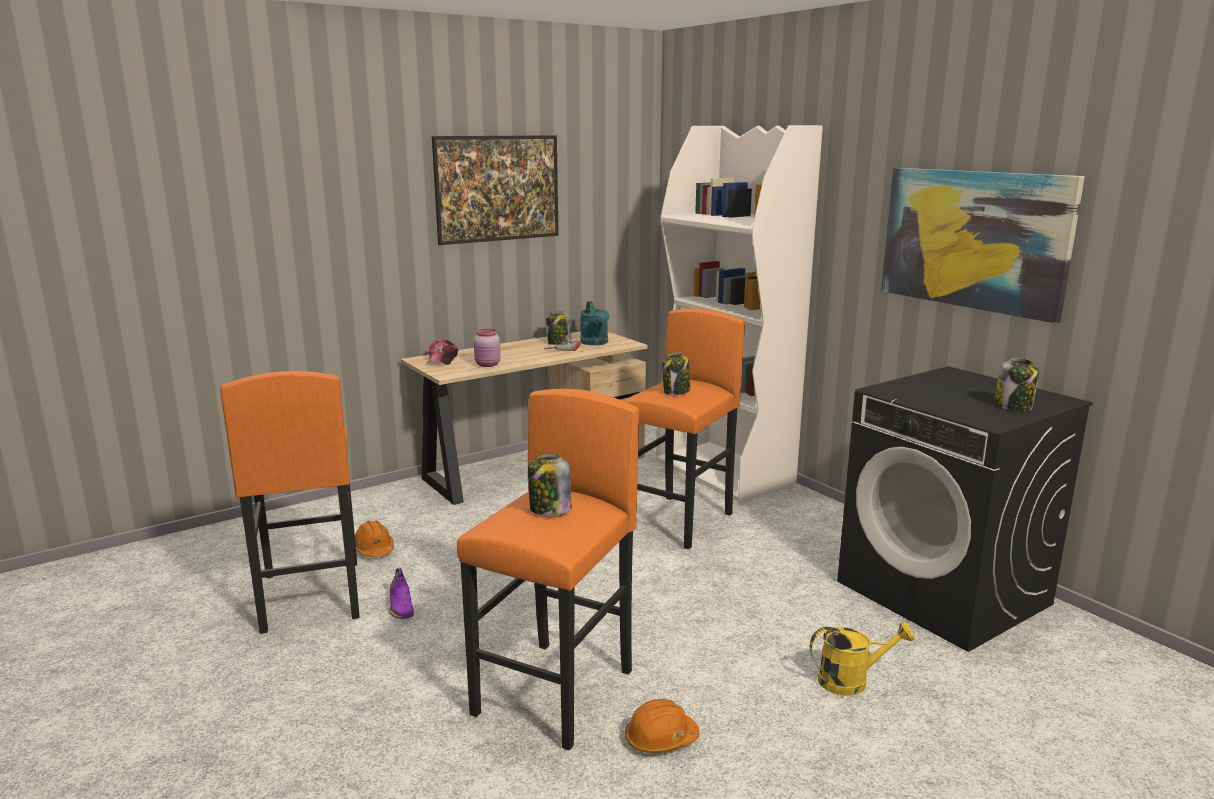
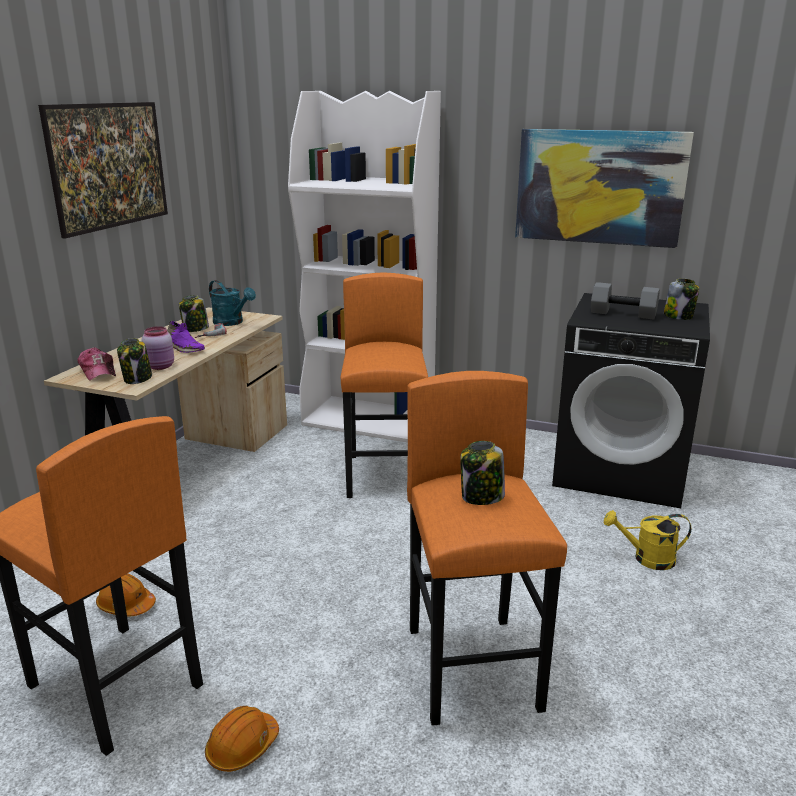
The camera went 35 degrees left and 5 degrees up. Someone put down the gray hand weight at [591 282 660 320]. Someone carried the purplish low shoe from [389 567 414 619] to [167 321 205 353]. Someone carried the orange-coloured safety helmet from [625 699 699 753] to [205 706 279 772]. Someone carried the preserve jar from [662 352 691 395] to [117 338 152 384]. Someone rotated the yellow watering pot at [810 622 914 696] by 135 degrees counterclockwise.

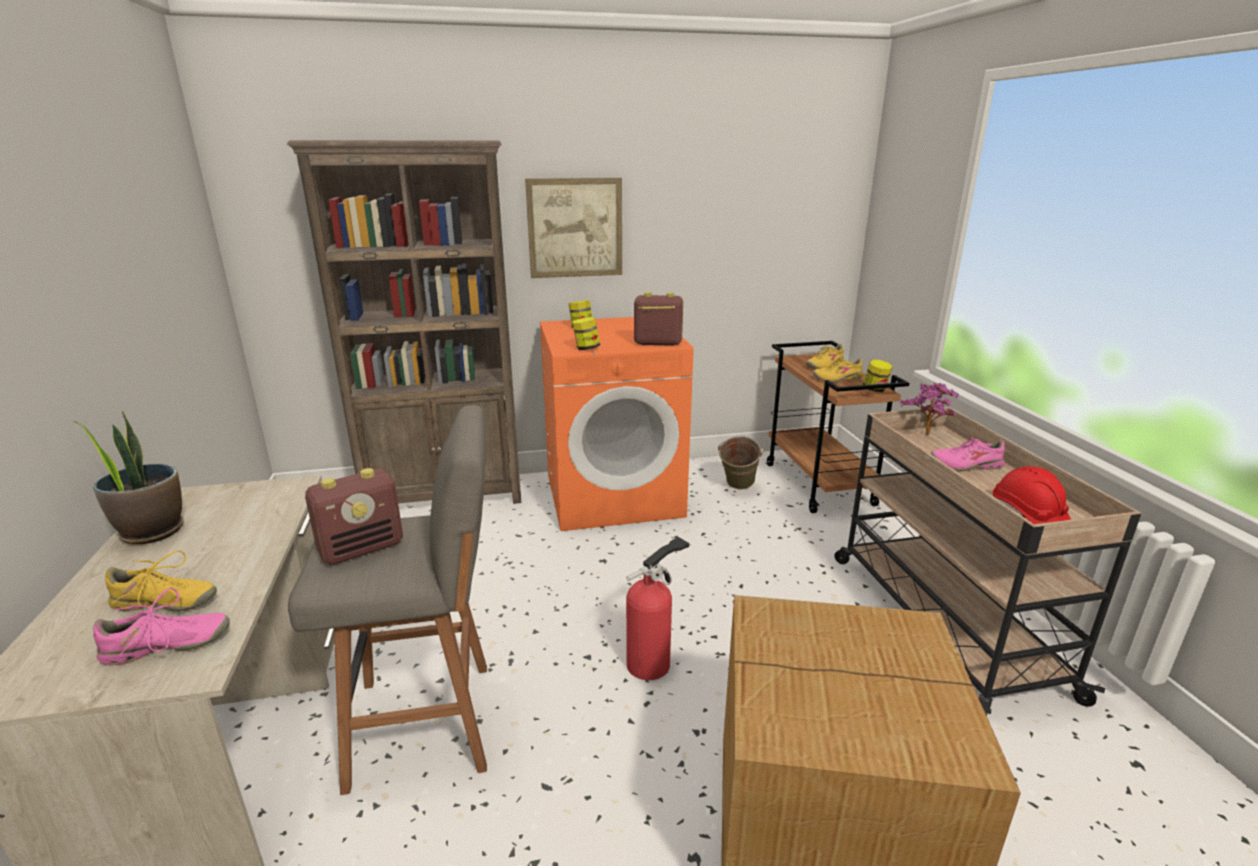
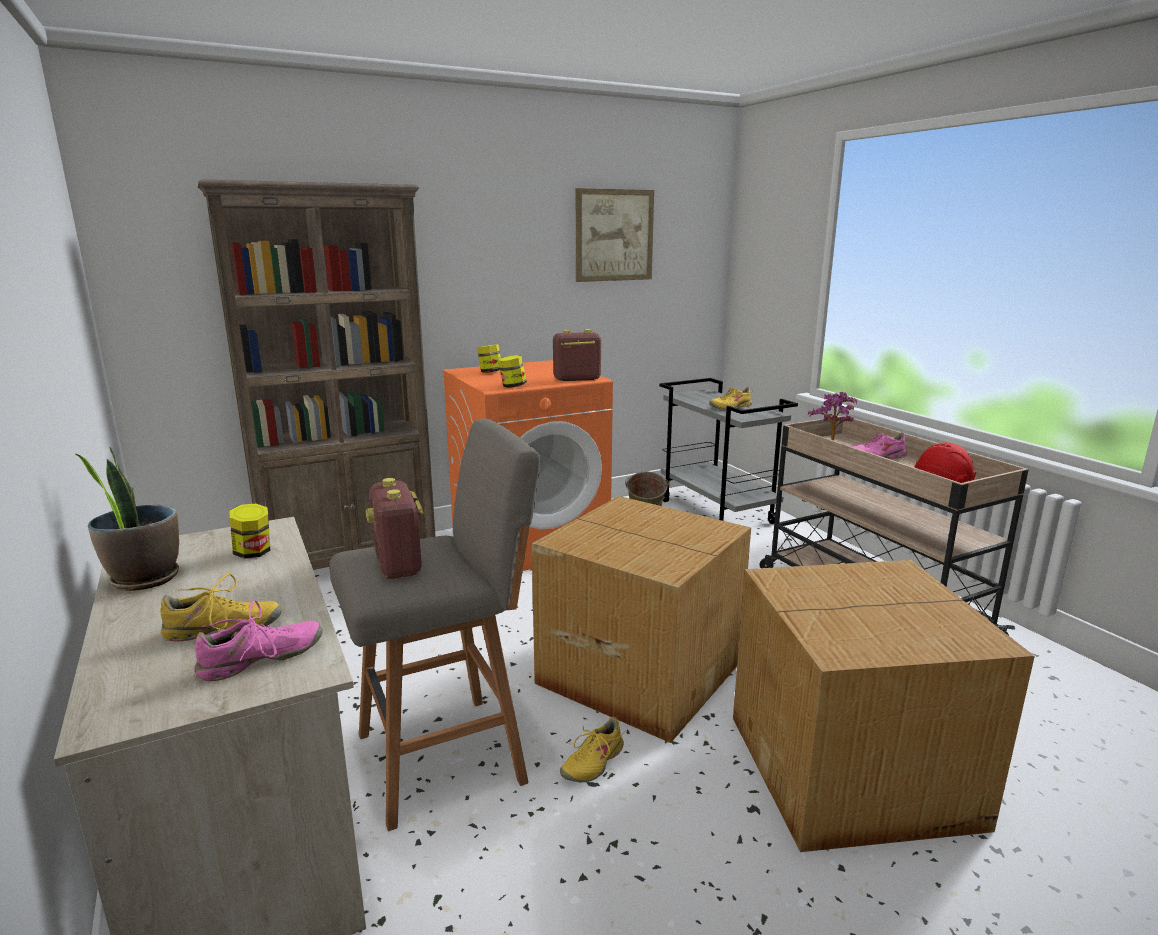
The camera went 15 degrees left and 5 degrees down. Someone carried the wall picture from [525 178 622 278] to [576 188 654 282]. Someone carried the yellow low shoe from [806 344 847 369] to [560 717 626 783]. Someone carried the preserve jar from [863 360 893 392] to [229 504 270 559]. Someone swapped the extinguisher at [626 537 689 680] for the carton at [532 496 751 743]. Someone repainted the brown cart at [767 341 909 513], which became the gray cart at [659 378 798 524]. Someone rotated the radio set at [305 468 403 565] by 120 degrees clockwise.

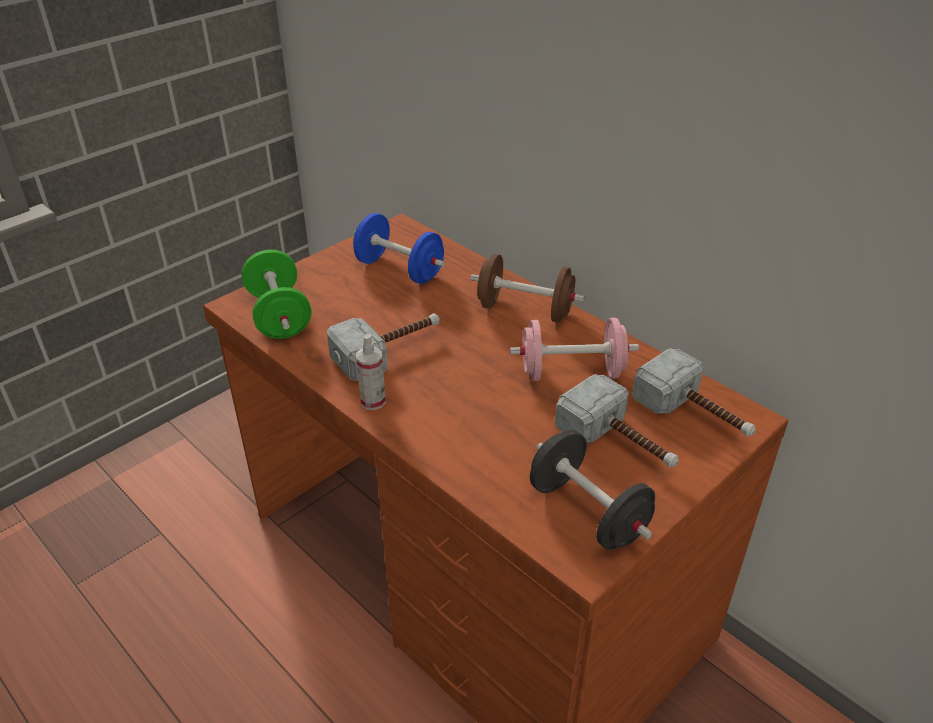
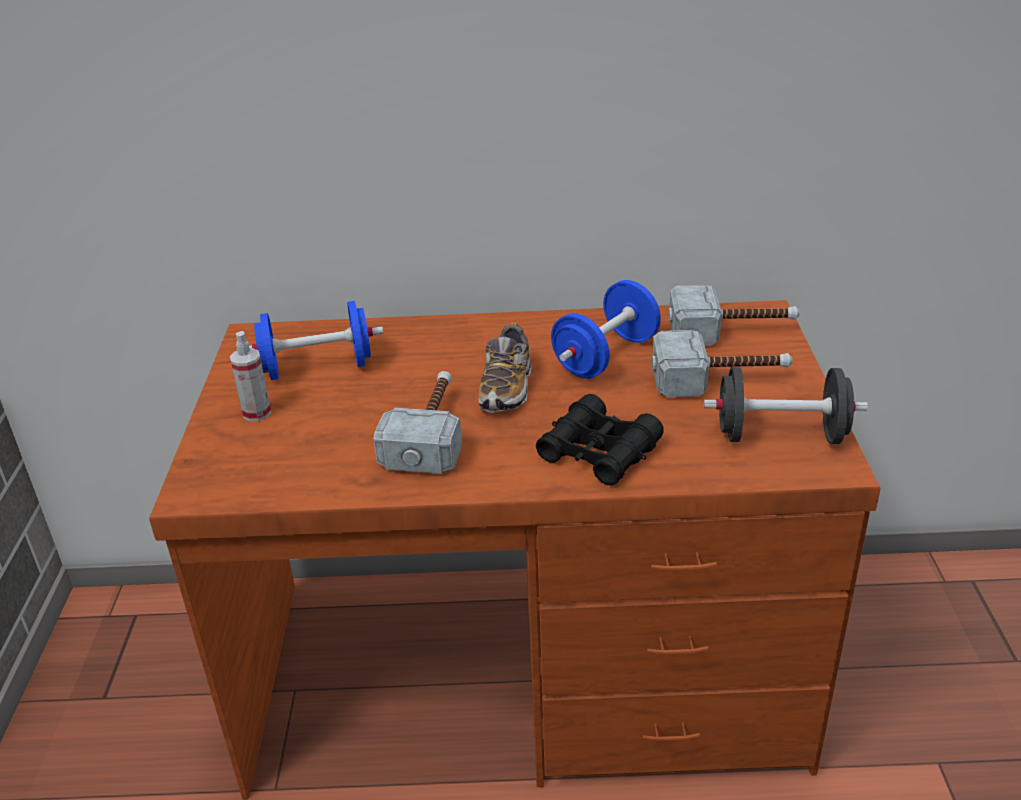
The camera went 45 degrees left and 5 degrees down. Someone took away the greenish hand weight at [242 249 311 339]. Someone took away the brown hand weight at [470 254 585 323]. Someone put down the low shoe at [478 323 532 413]. Someone put down the blackish field glasses at [536 394 664 486]. Someone carried the sprayer from [356 334 386 410] to [230 331 272 421]. Someone repainted the pink-coloured hand weight at [510 318 639 381], which became the blue-coloured hand weight at [551 280 661 379].

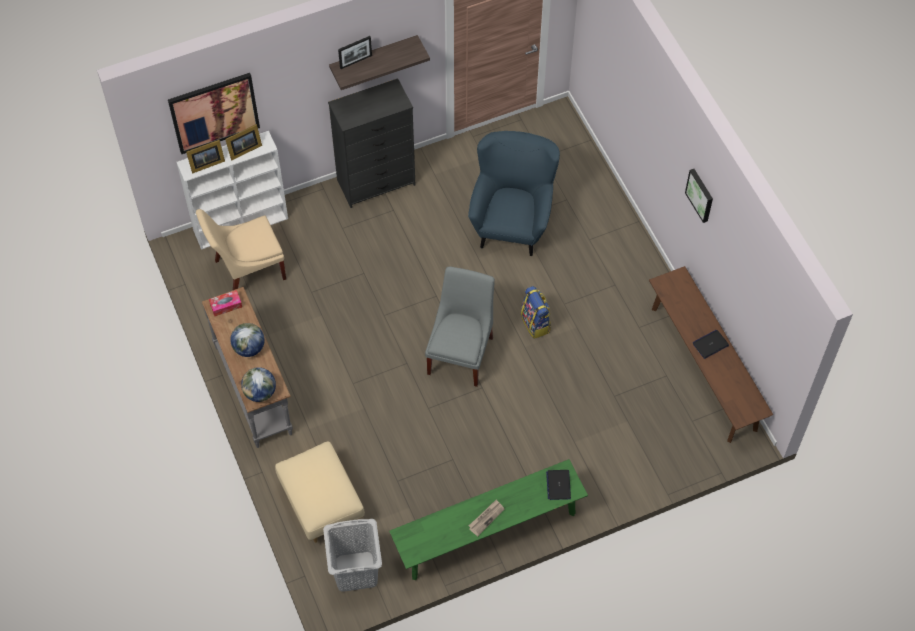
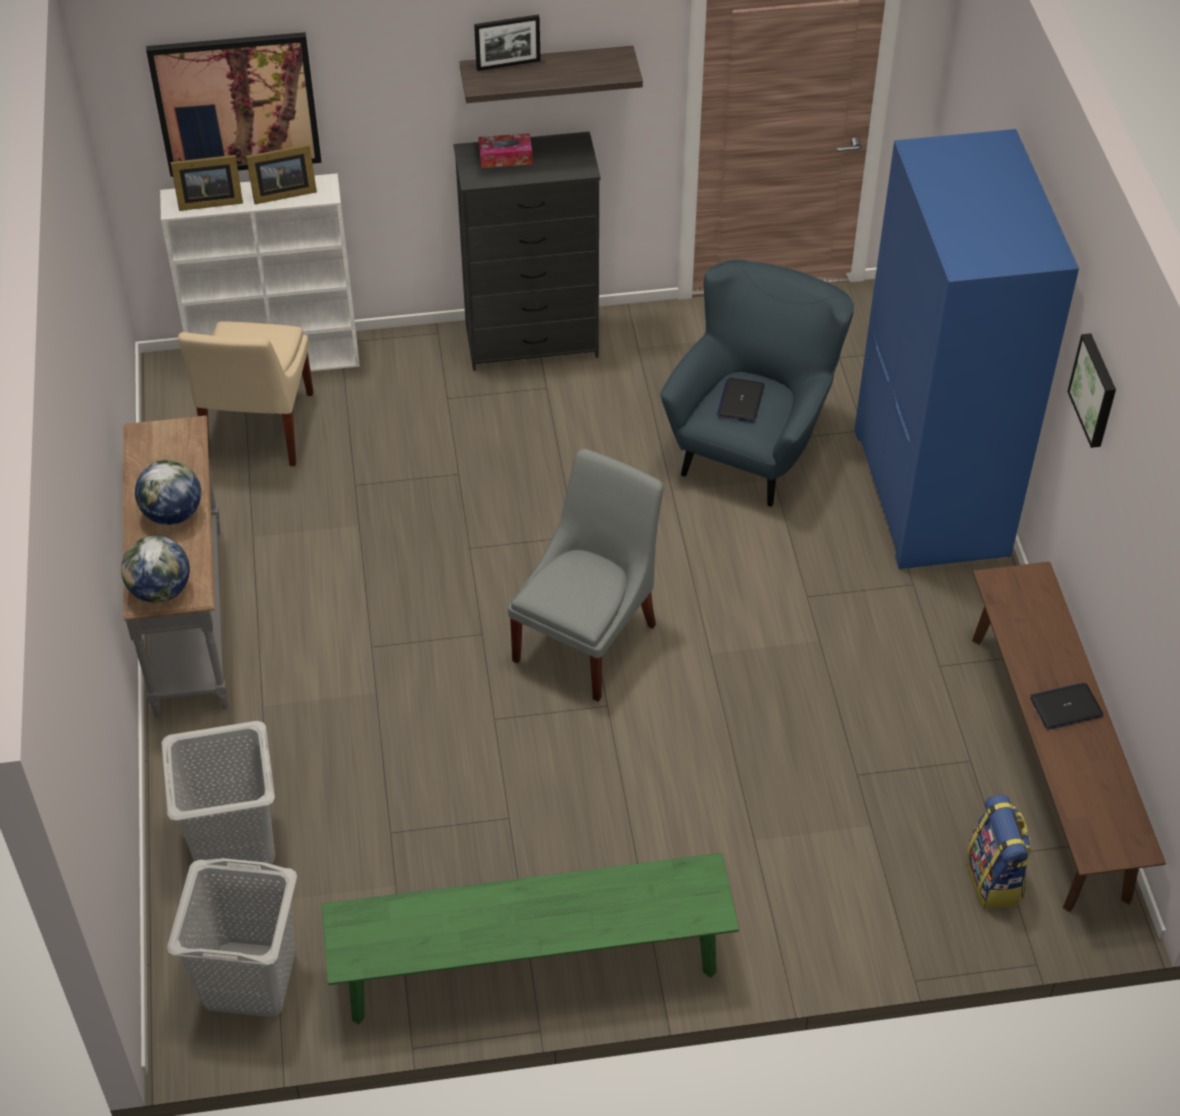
The camera went 15 degrees right and 10 degrees down. Someone took away the daily paper at [469 500 505 536]. Someone put down the blue-coloured armoire at [854 129 1079 569]. Someone carried the tissue holder from [209 290 242 316] to [478 133 533 168]. Someone carried the backpack from [521 286 551 339] to [966 795 1031 909]. Someone carried the notebook computer from [546 470 571 500] to [717 378 765 422]. Someone swapped the beige-coloured pouffe at [275 441 365 543] for the gray washing basket at [161 721 275 864]. Someone rotated the beige-coloured plain chair at [196 209 286 290] by 75 degrees counterclockwise.

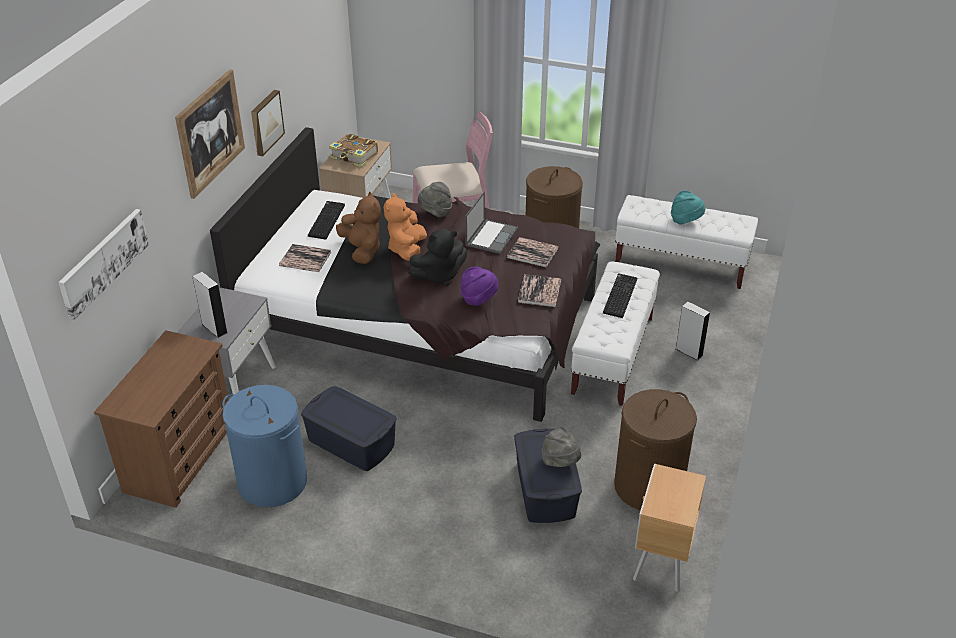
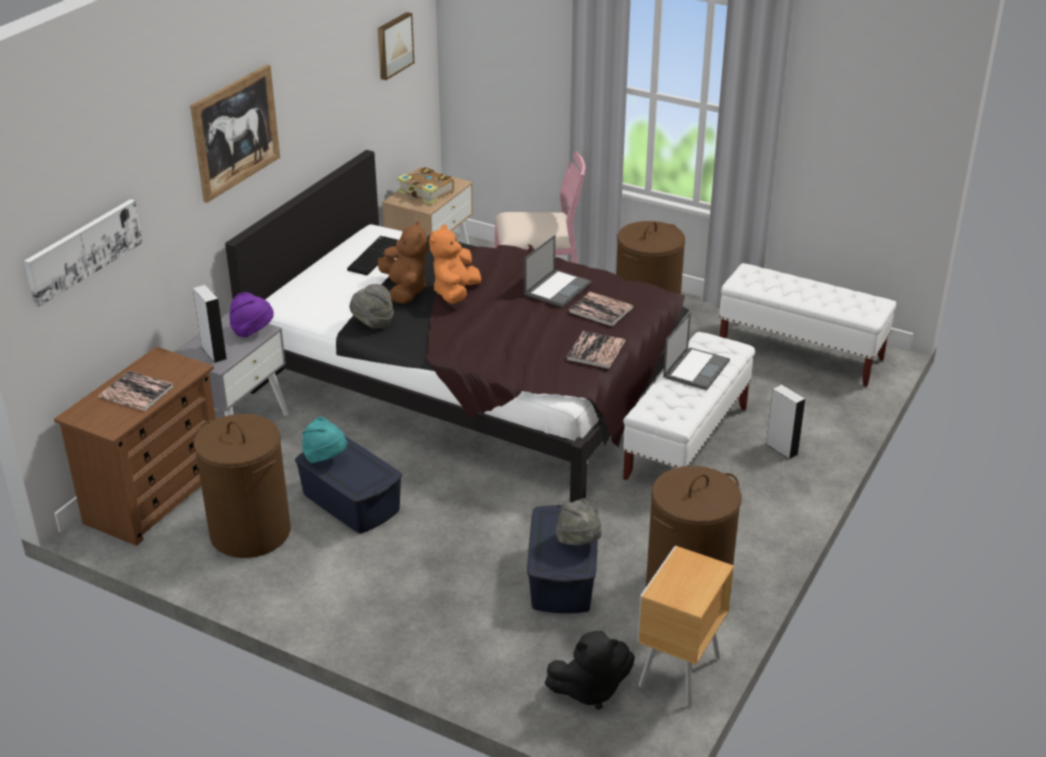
The camera went 10 degrees right and 5 degrees down. Someone carried the wall picture from [251 90 285 156] to [378 12 414 80]. Someone carried the book from [279 244 331 272] to [98 371 174 411]. Someone carried the blackish plush toy from [408 228 467 286] to [545 631 635 710]. Someone carried the gray wearable hat from [418 182 452 217] to [350 284 394 329]. Someone carried the purplish wearable hat from [461 266 499 306] to [229 292 274 337]. Someone carried the turquoise-coloured wearable hat from [671 190 705 225] to [302 417 348 463]. Someone swapped the keyboard at [603 273 637 318] for the notebook computer at [663 312 730 390]. Someone repainted the blue-coloured washing basket at [222 385 307 507], which became the brown washing basket at [194 414 291 558].

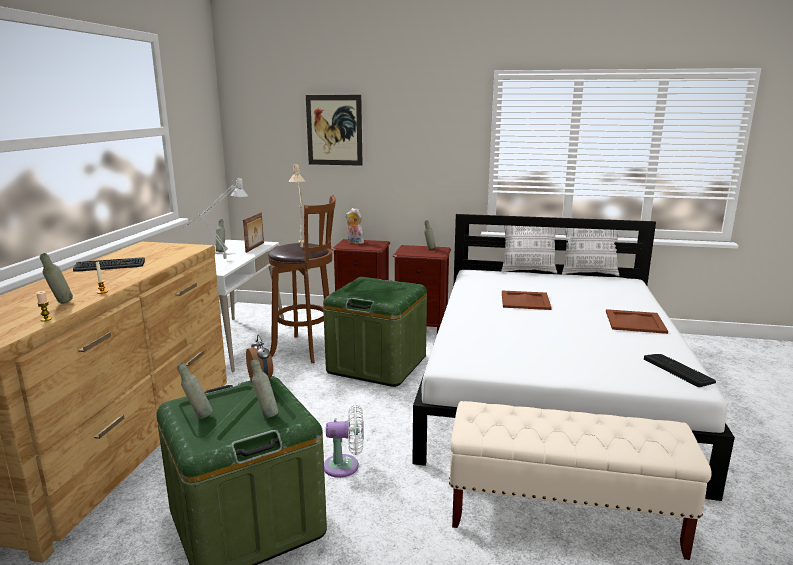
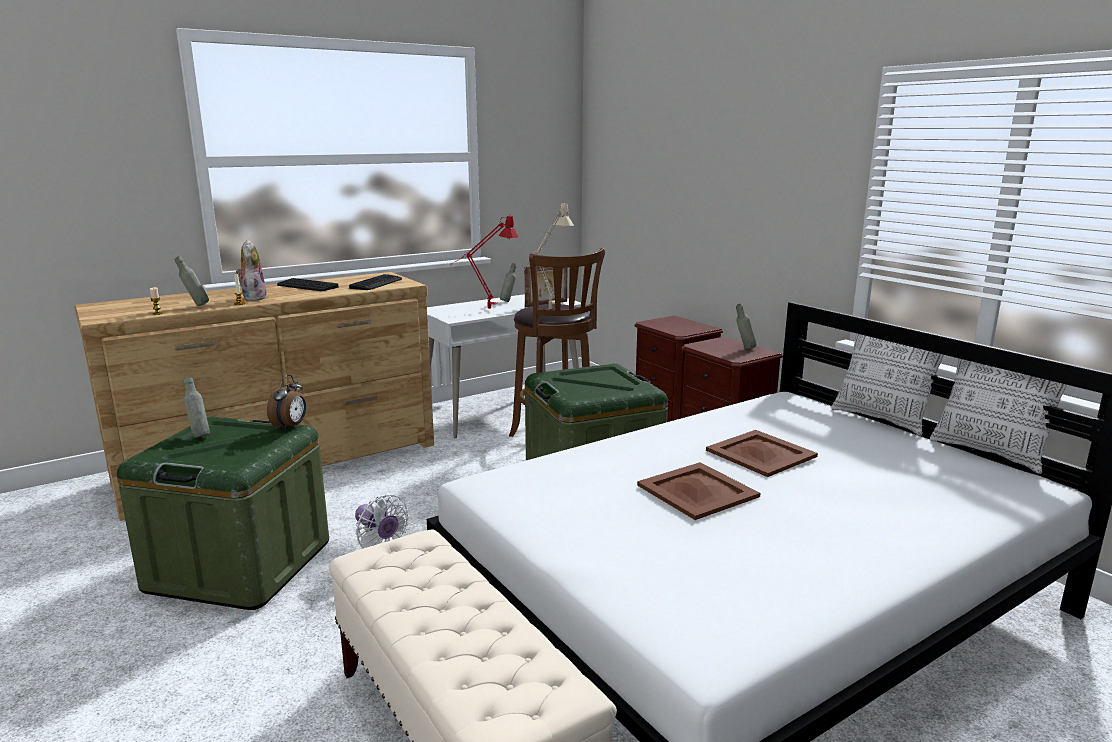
The camera went 45 degrees right and 0 degrees up. Someone took away the gray beverage bottle at [251 359 279 418]. Someone took away the wall picture at [306 95 363 166]. Someone carried the plush toy from [345 208 364 244] to [236 240 267 301]. Someone carried the brown carrying tray from [606 309 668 334] to [637 462 760 520]. Someone carried the keyboard from [644 354 716 387] to [349 274 402 290]. Someone repainted the gray table lamp at [184 177 248 259], which became the red-coloured table lamp at [450 215 519 309].

